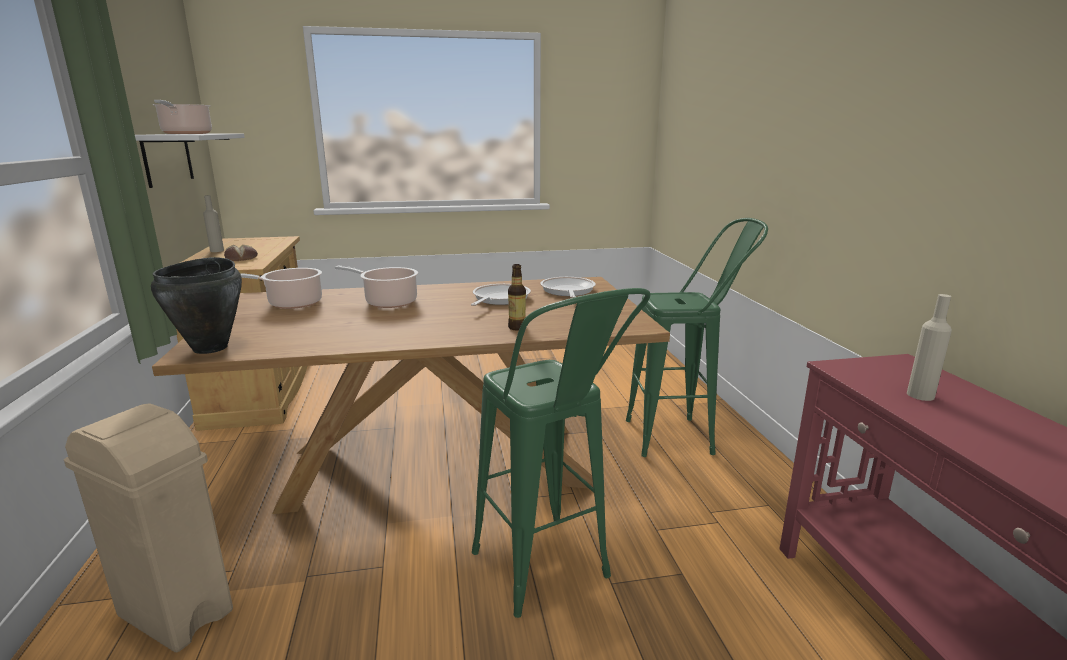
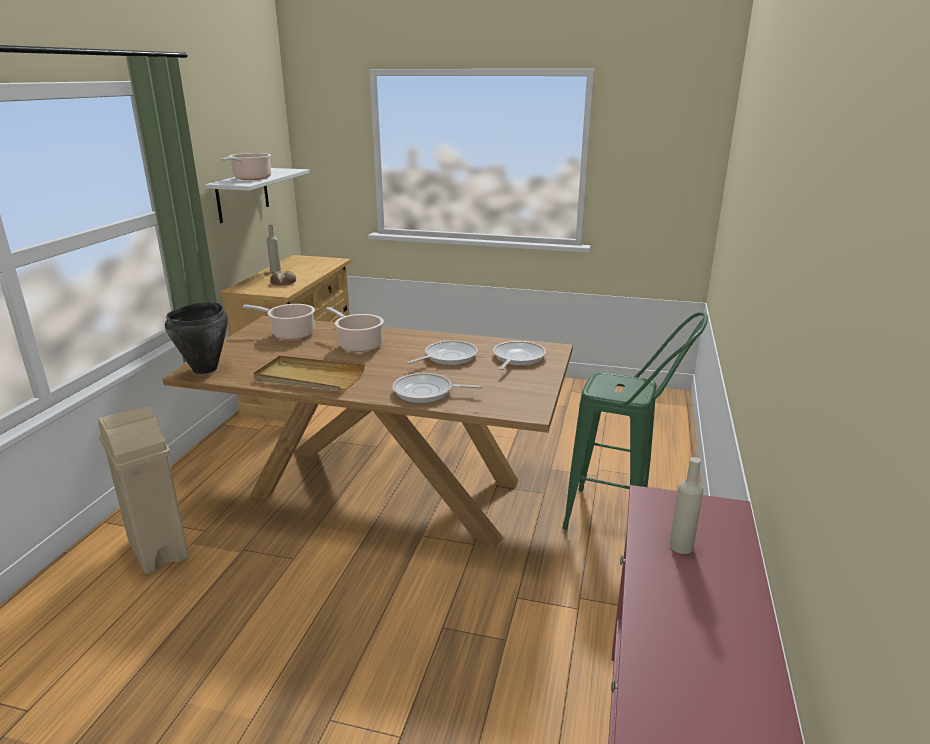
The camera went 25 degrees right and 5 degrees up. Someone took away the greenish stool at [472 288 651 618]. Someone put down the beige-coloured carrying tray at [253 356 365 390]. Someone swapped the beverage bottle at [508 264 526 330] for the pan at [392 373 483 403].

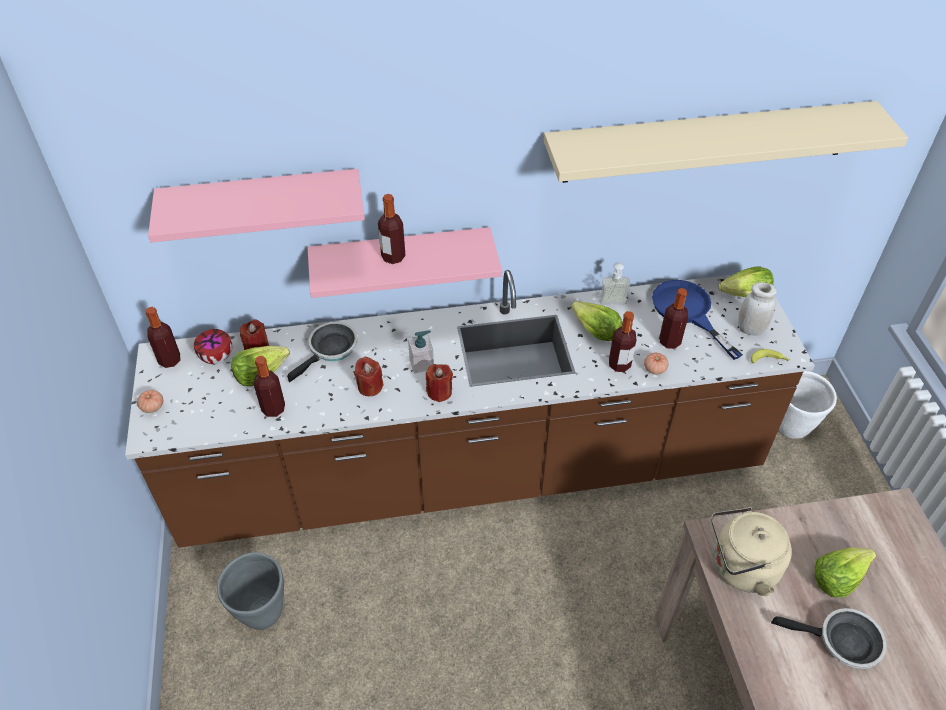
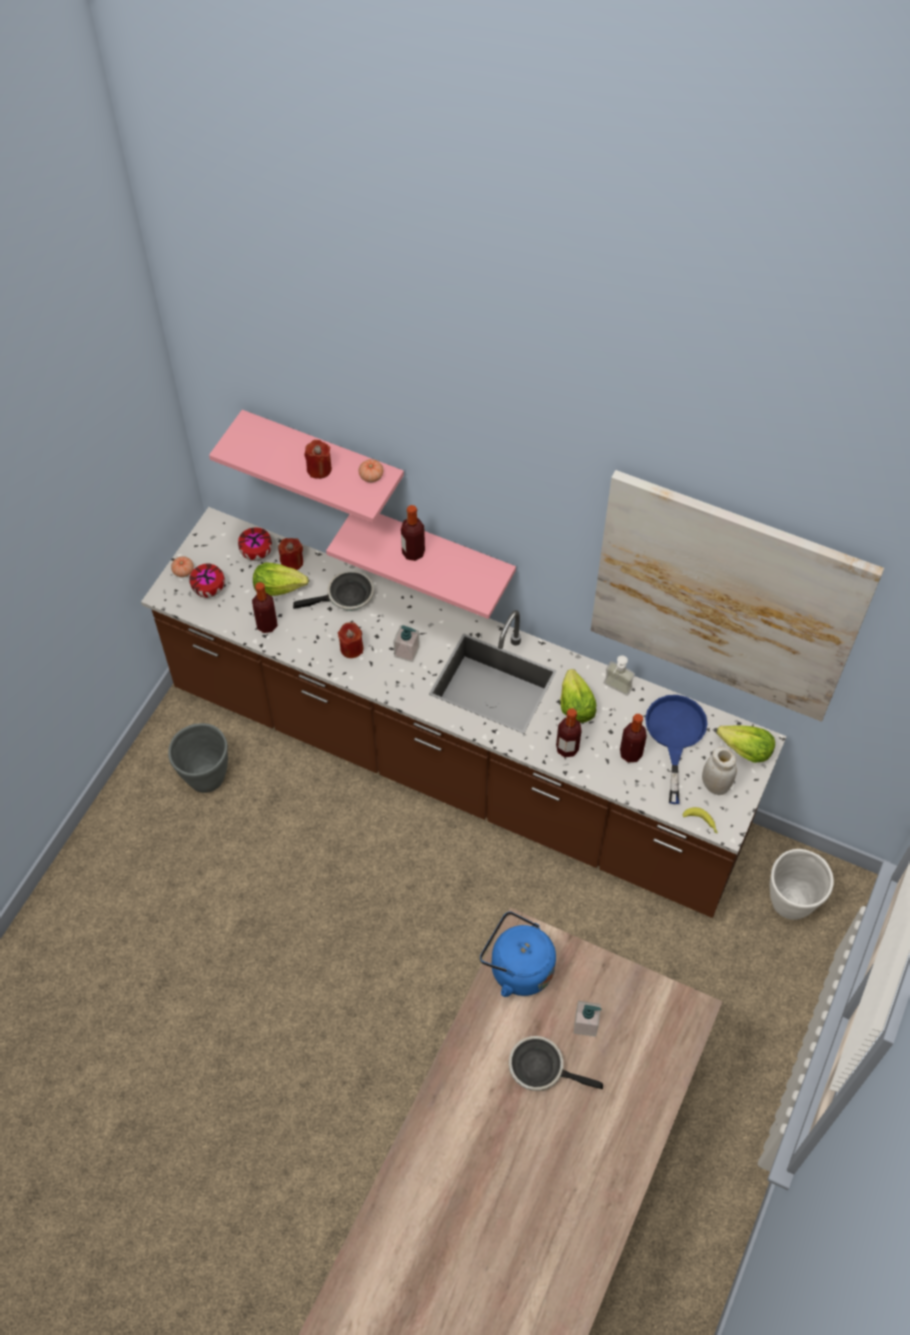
The camera went 35 degrees right and 10 degrees up. Someone took away the beverage bottle at [146 307 180 368]. Someone put down the deep dish at [189 564 225 598]. Someone carried the red-coloured candle from [426 364 453 402] to [304 440 332 479]. Someone carried the whole tomato from [644 353 669 375] to [359 459 383 482]. Someone swapped the beige-coloured bracket shelf at [544 101 908 183] for the wall picture at [591 470 884 722]. Someone swapped the lettuce at [815 547 876 597] for the soap dispenser at [574 1001 602 1037]. Someone repainted the beige-coloured kettle at [711 507 792 596], which became the blue-coloured kettle at [480 911 556 997]. Someone rotated the pan at [771 608 887 669] by 150 degrees clockwise.

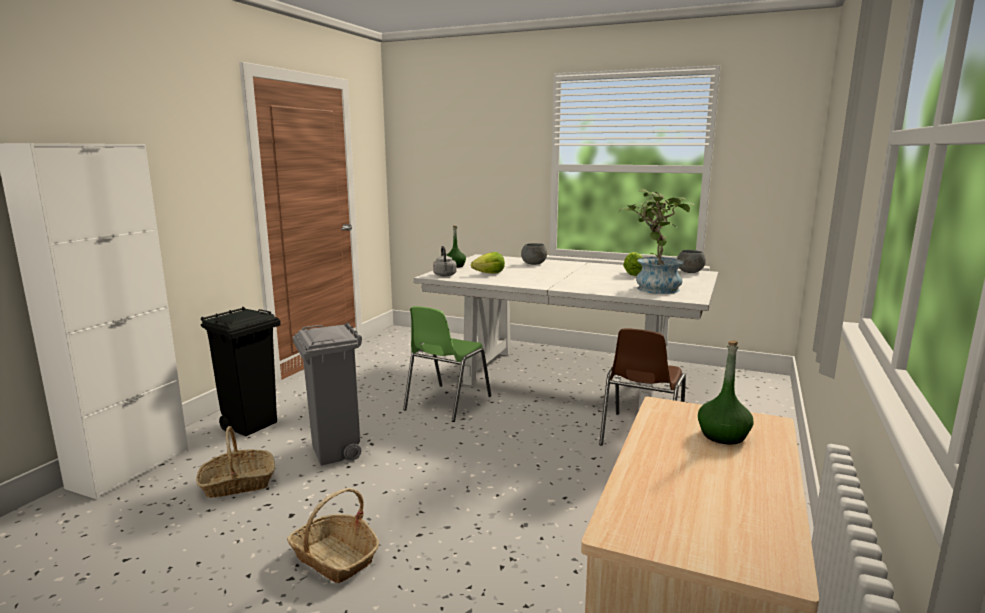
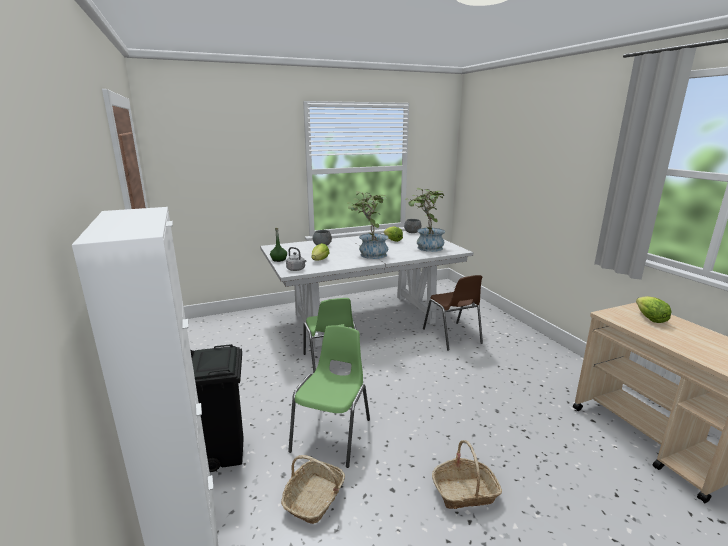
The camera went 45 degrees left and 5 degrees up. Someone put down the plant in a pot at [348 191 389 259]. Someone swapped the gray waste bin at [293 322 362 466] for the greenish plain chair at [288 325 370 468]. Someone swapped the greenish beverage bottle at [698 341 754 445] for the lettuce at [636 296 671 323].

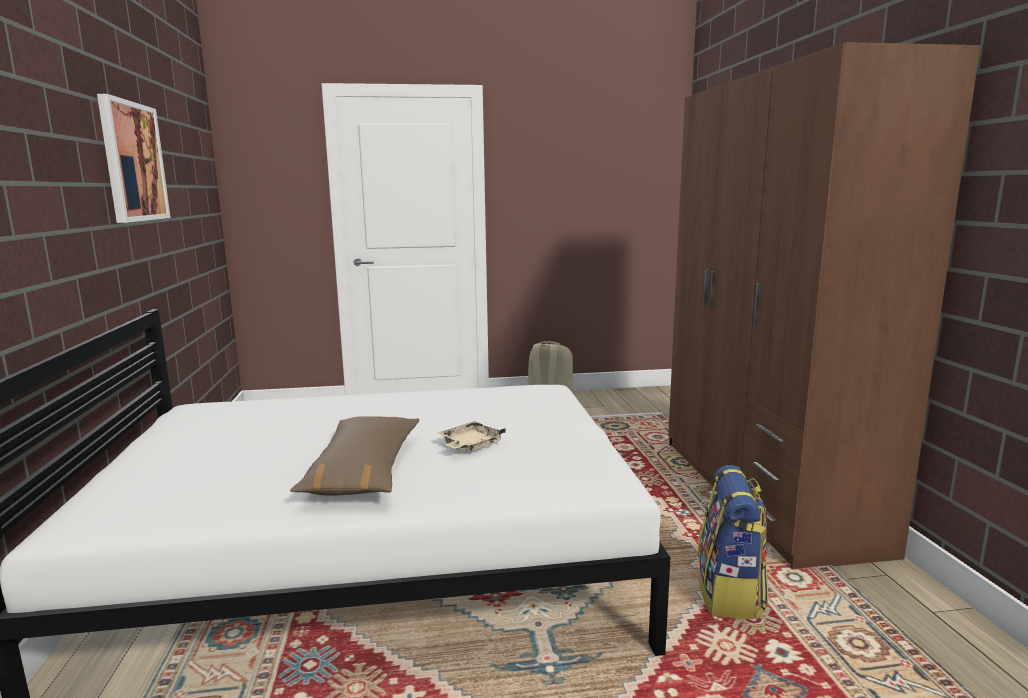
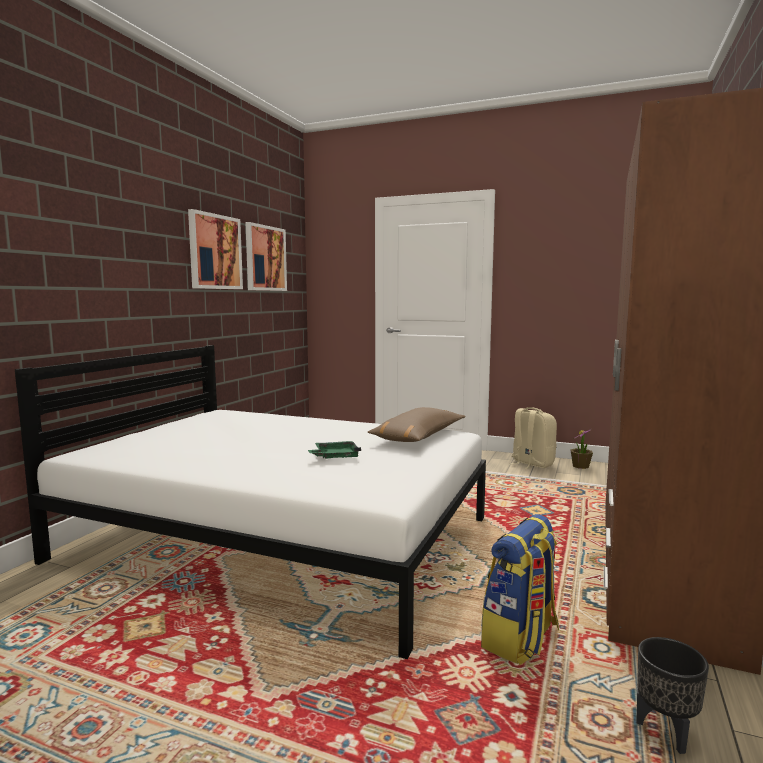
The camera went 30 degrees right and 5 degrees down. Someone put up the wall picture at [245 222 287 291]. Someone put down the plant in a pot at [570 429 593 469]. Someone put down the blackish flower pot at [637 637 709 754]. Someone carried the brown pillow from [290 416 419 496] to [368 407 465 442]. Someone repainted the beige-coloured carrying tray at [438 421 506 451], which became the greenish carrying tray at [308 441 361 458].

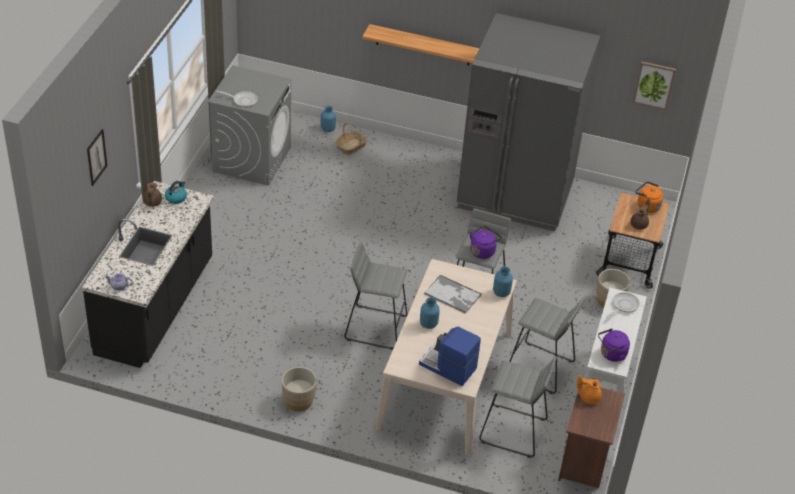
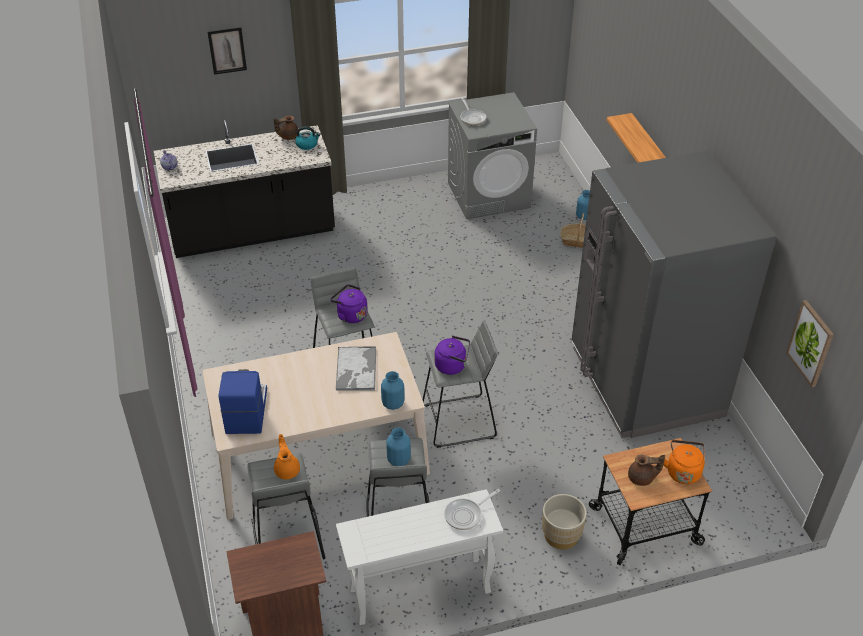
The camera went 60 degrees right and 0 degrees up. Someone took away the beige-coloured flower pot at [282 367 316 411]. Someone carried the blue-coloured vase from [420 298 440 329] to [386 428 411 466]. Someone carried the orange-coloured pot for tea from [577 375 602 404] to [274 434 300 480]. Someone carried the purplish kettle from [598 328 630 362] to [330 284 368 323]. Someone rotated the pan at [606 292 640 318] by 135 degrees clockwise.

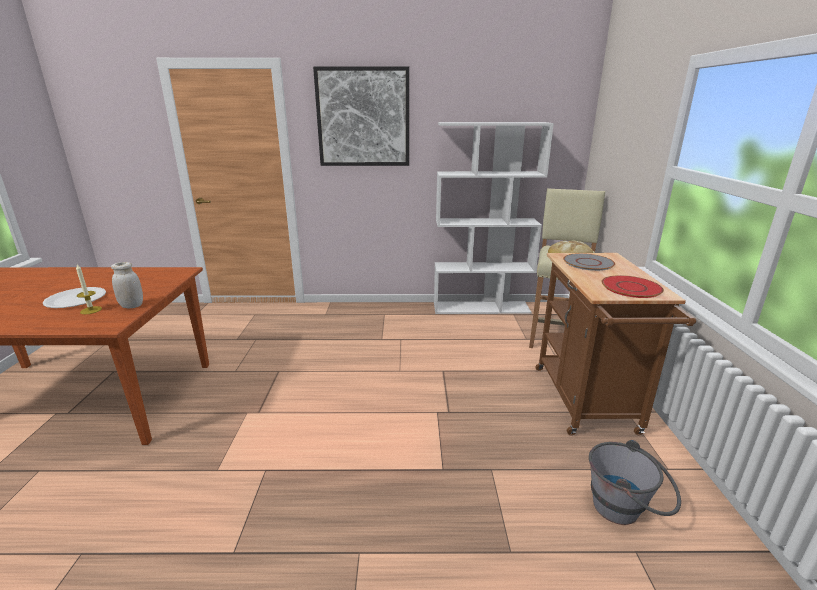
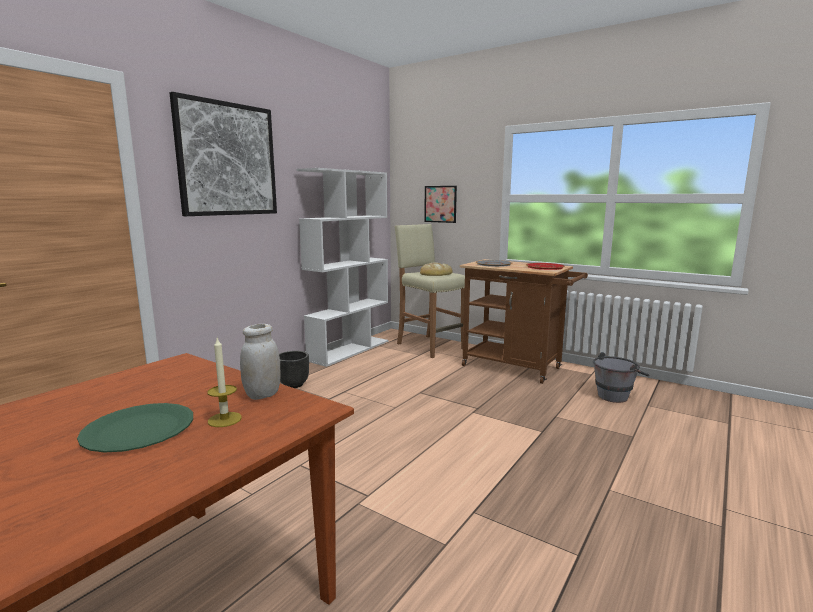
The camera went 55 degrees left and 10 degrees down. Someone put down the blackish flower pot at [279 351 309 388]. Someone put up the wall picture at [424 186 457 223]. Someone repainted the white dinner plate at [43 287 106 308], which became the greenish dinner plate at [77 403 193 453].

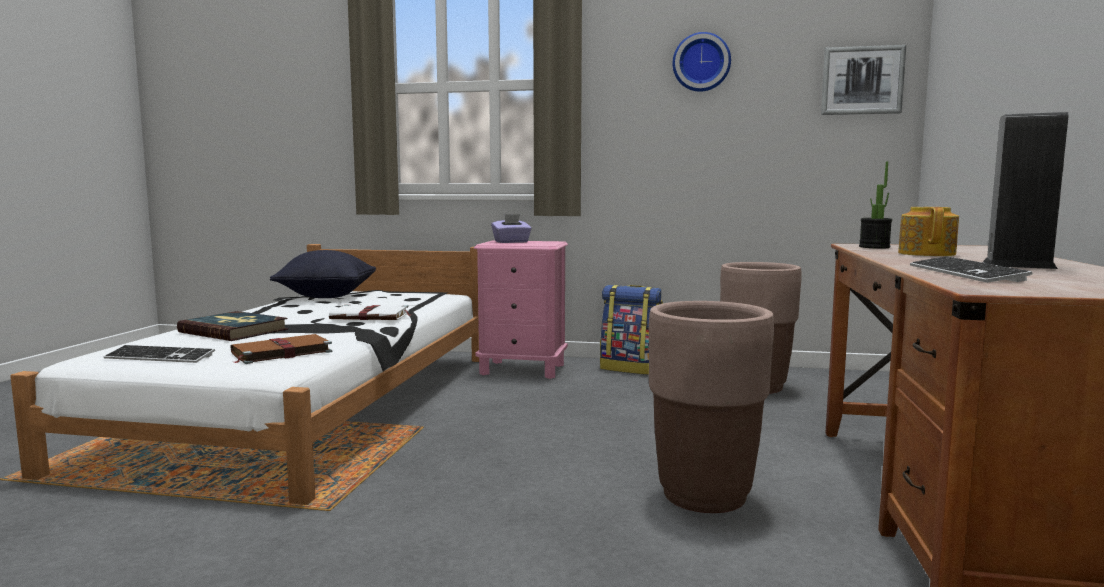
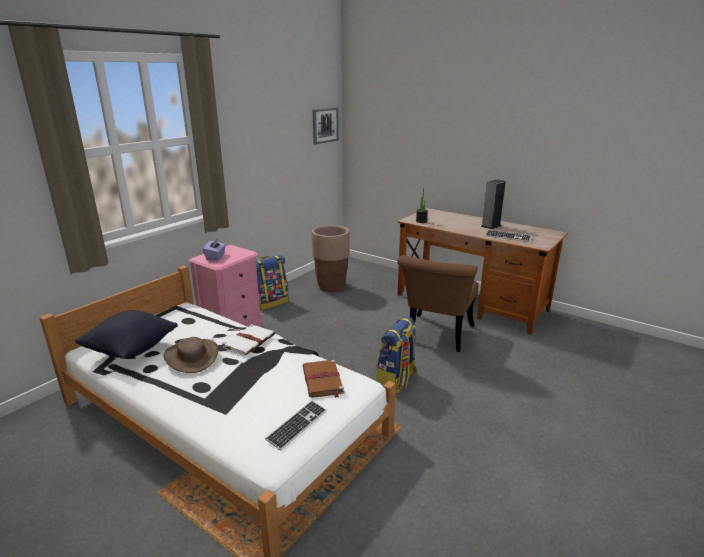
The camera went 65 degrees left and 15 degrees up. Someone took away the book at [177 311 288 341]. Someone took away the wall clock at [673 32 731 92]. Someone took away the pot for tea at [898 207 959 256]. Someone put down the brown wearable hat at [164 337 218 373]. Someone put down the backpack at [376 316 417 394]. Someone swapped the brown flower pot at [649 301 774 513] for the brown plain chair at [397 255 478 352].

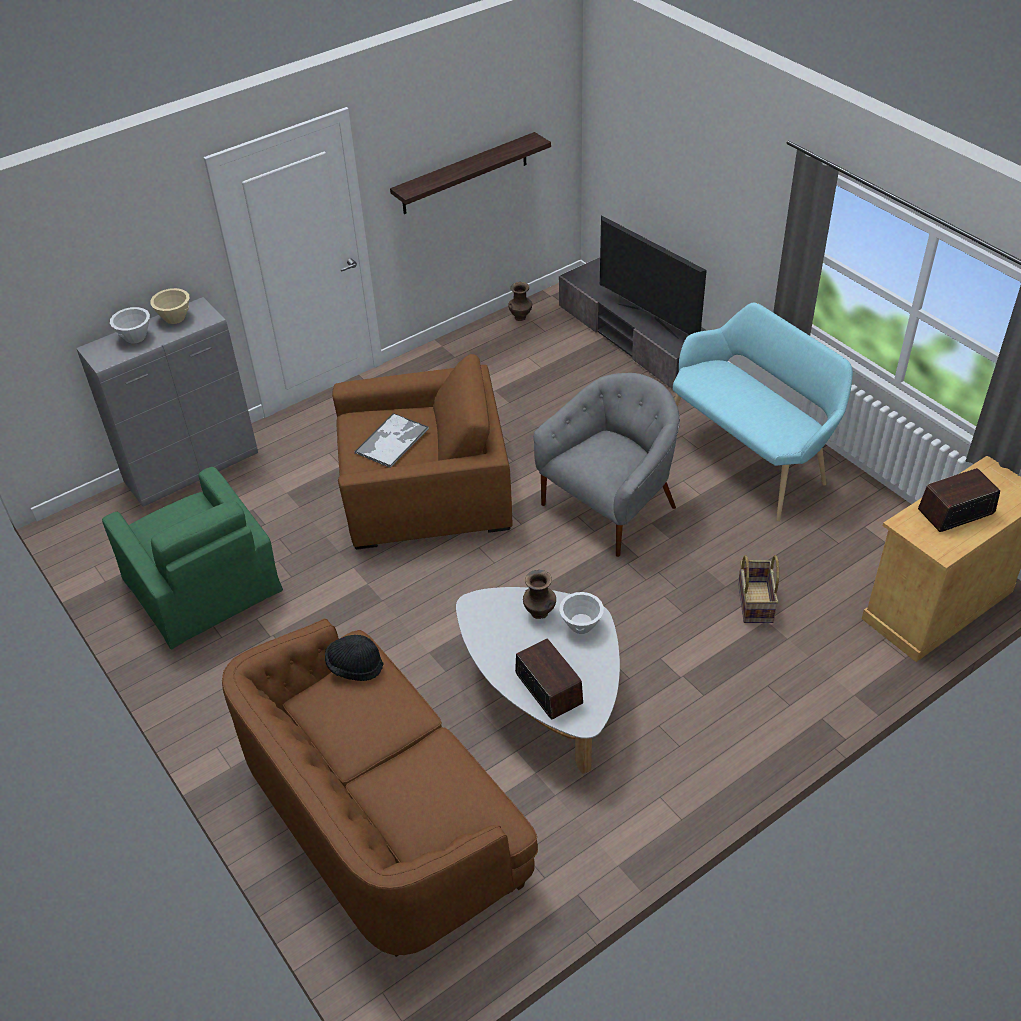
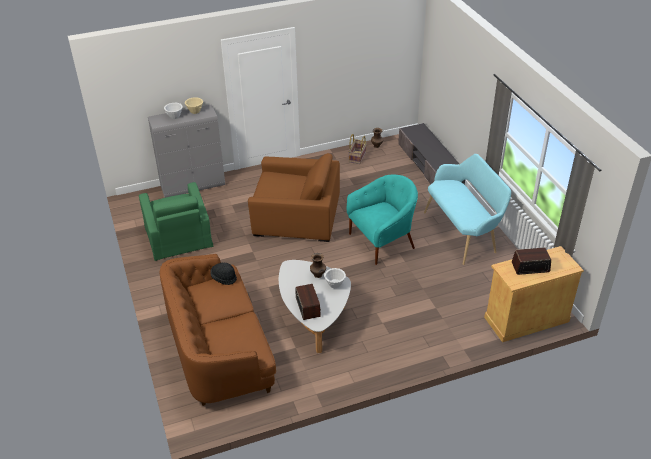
The camera went 15 degrees right and 5 degrees down. Someone took away the carrying tray at [355 412 429 468]. Someone took away the bracket shelf at [390 132 551 214]. Someone took away the TV at [600 215 707 339]. Someone carried the household basket from [738 555 779 623] to [348 134 367 164]. Someone repainted the gray lounge chair at [533 373 680 557], which became the turquoise-coloured lounge chair at [347 174 418 265].

